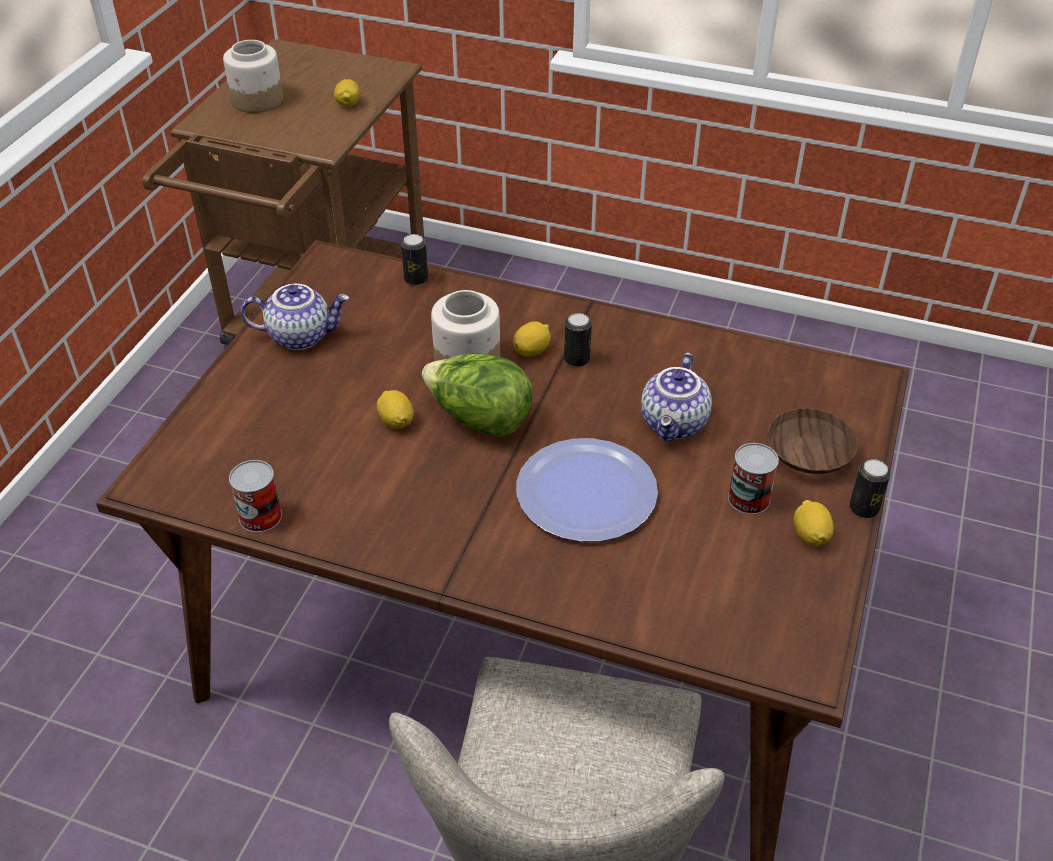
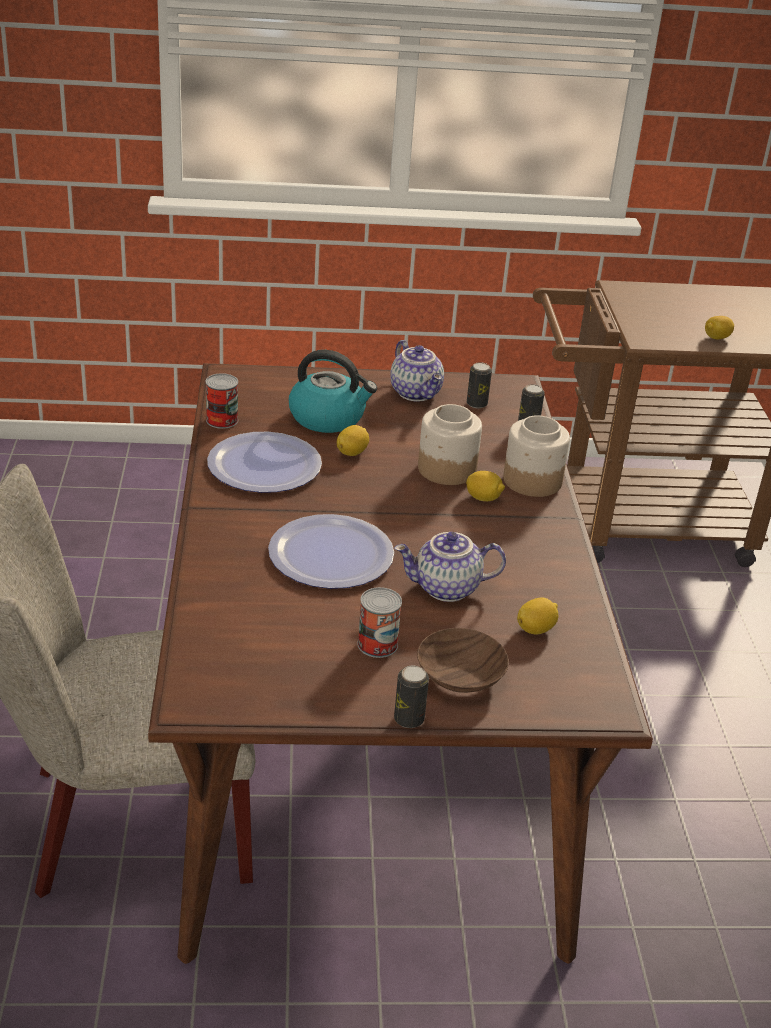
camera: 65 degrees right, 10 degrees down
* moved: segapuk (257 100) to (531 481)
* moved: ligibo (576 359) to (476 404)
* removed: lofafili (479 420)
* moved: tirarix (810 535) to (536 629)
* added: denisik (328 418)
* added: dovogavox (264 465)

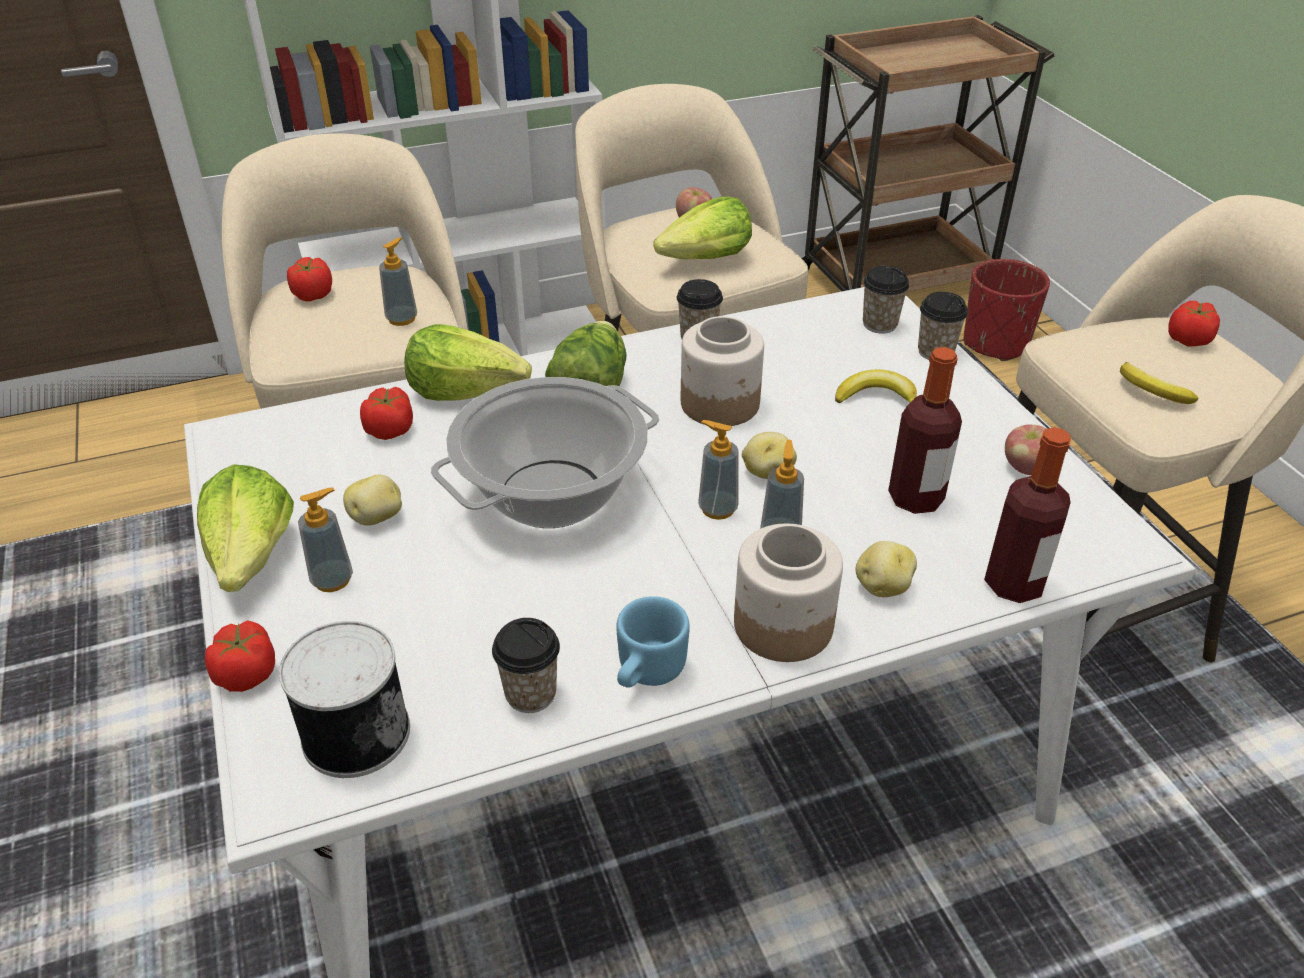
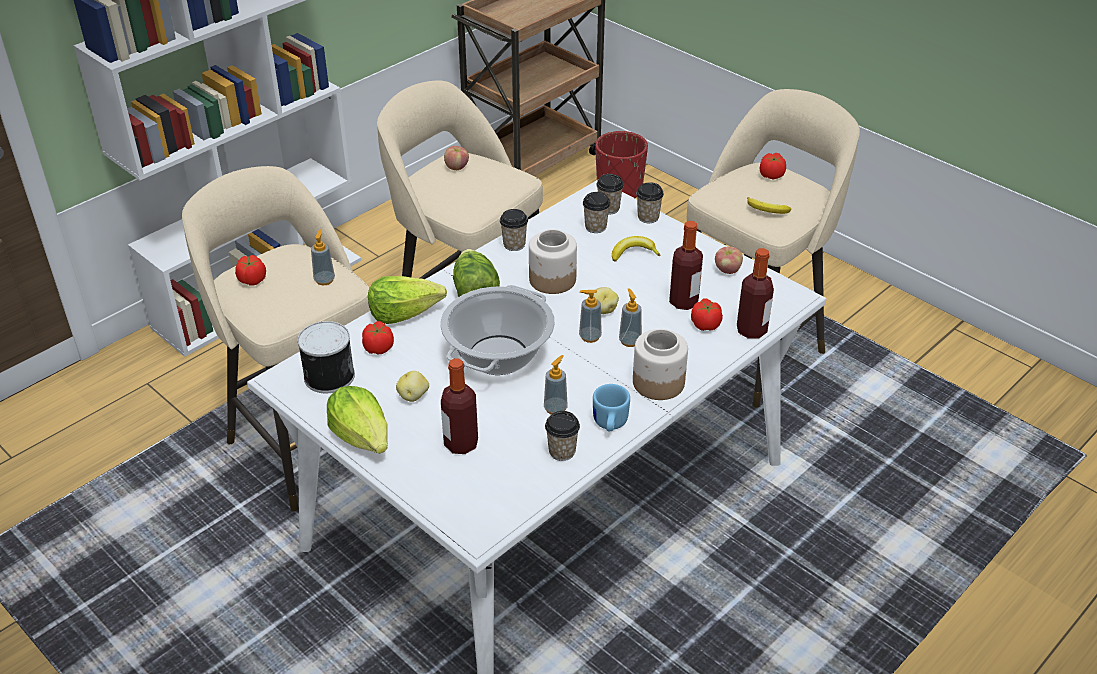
camera: 25 degrees left, 0 degrees up
* removed: lofafili (707 259)
* moved: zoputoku (332 580) to (555 408)
* removed: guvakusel (882 586)
* moved: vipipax (247 673) to (705 324)
* moved: ligibo (354 732) to (328 376)
* added: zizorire (595 227)
* added: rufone (461 444)

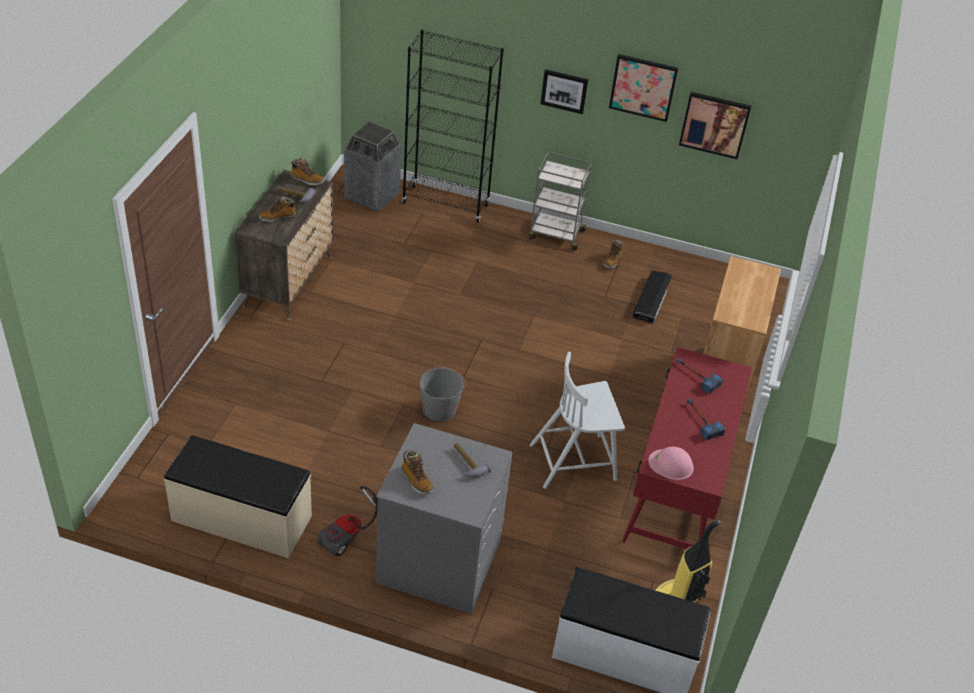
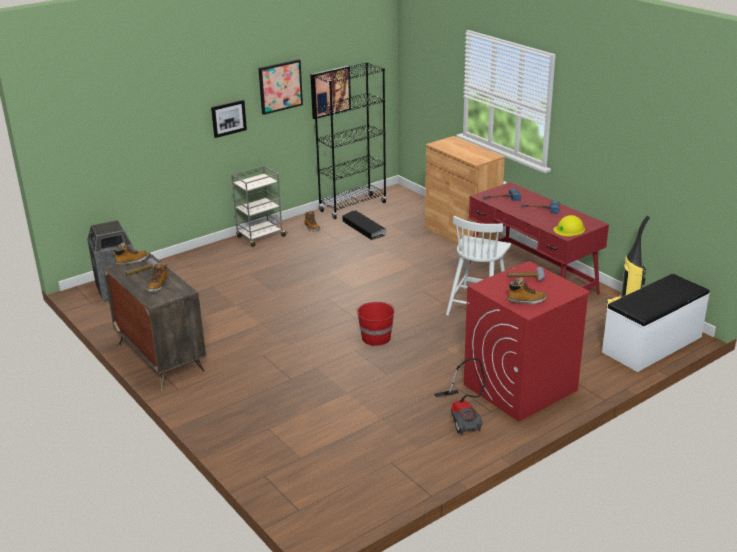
camera: 50 degrees left, 15 degrees down
* moved: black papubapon (446 204) to (353 207)
* recoloured: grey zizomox (440 408) to red zizomox (375 337)
* recoloured: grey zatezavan (438 561) to red zatezavan (520 387)
* removed: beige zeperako (241 519)
* recoloured: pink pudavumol (671 464) to yellow pudavumol (569 229)

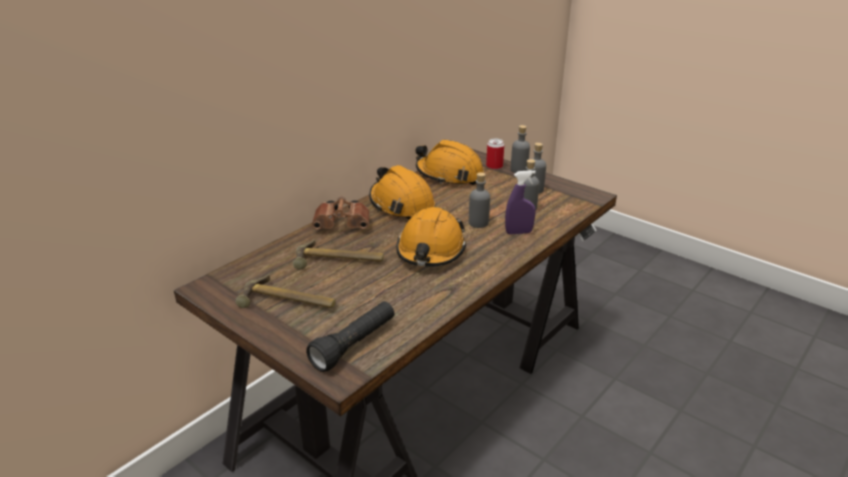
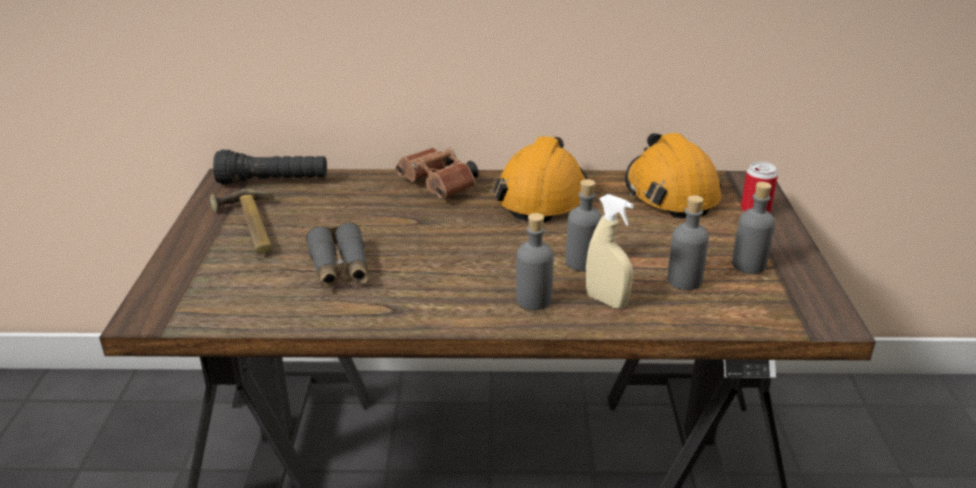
camera: 50 degrees right, 0 degrees up
* moved: grey rufone (519 170) to (533 300)
* recoloured: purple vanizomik (518 232) to beige vanizomik (606 301)
* removed: orange pudavumol (431 251)
* removed: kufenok (338 261)
* moved: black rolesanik (354 345) to (273 182)
* added: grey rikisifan (340 268)

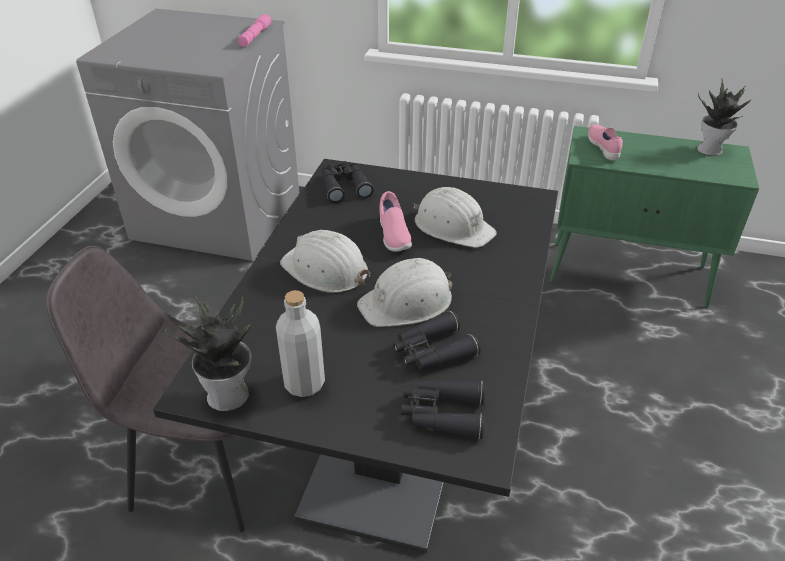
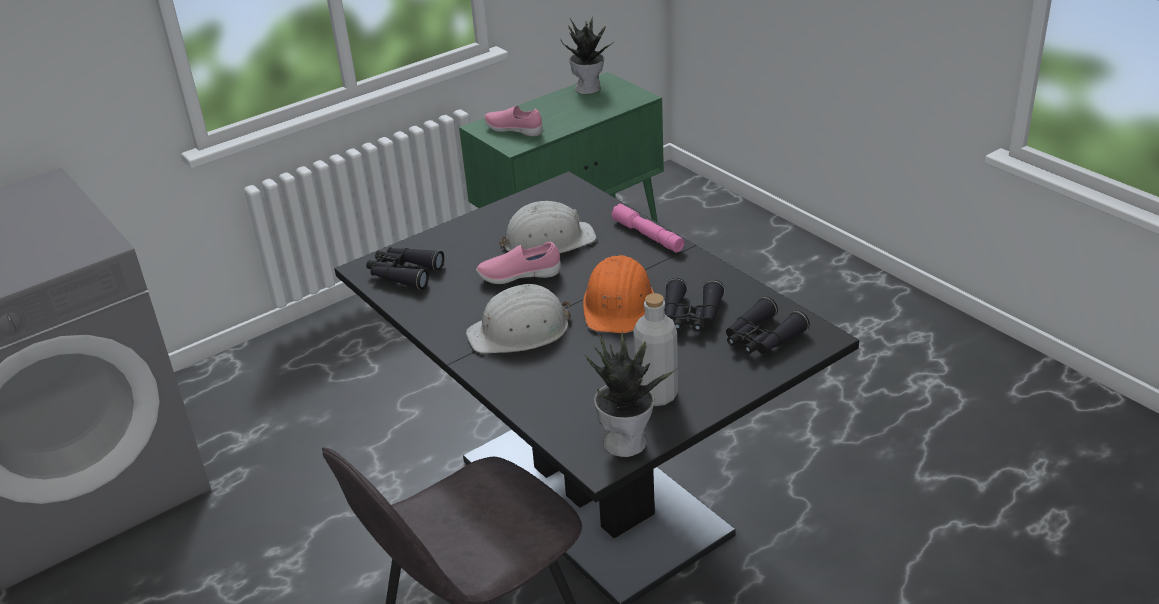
camera: 50 degrees left, 5 degrees down
* moved: pink rolesanik (255 36) to (648 236)
* turned: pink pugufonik (393 235) = (519 276) 150 degrees clockwise
* recoloured: white pudavumol (407 302) to orange pudavumol (618 304)

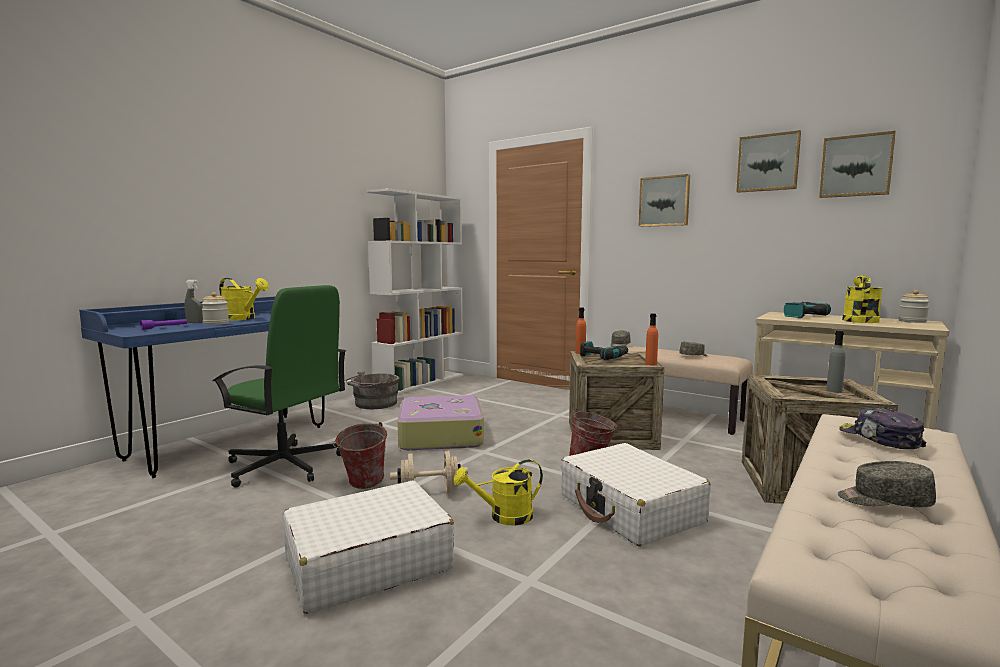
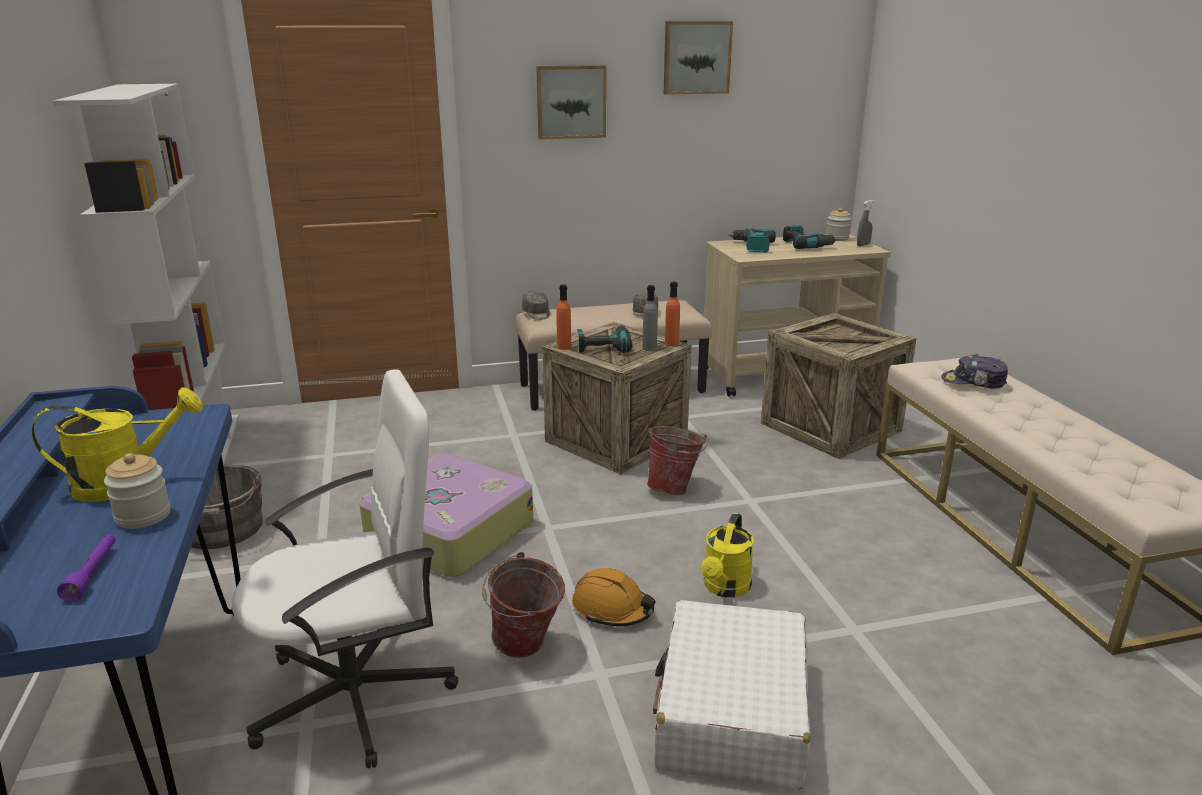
camera: 50 degrees left, 15 degrees up
* removed: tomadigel (856 166)
* replaced: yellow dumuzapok (859 320) to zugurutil (806 245)
* moved: grey vanizomik (194 323) to (863 245)
* recoloured: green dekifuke (285 466) to white dekifuke (357 695)
* moved: grey rufone (834 391) to (649 347)
* removed: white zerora (630 509)
* replaced: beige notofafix (429 493) to orange pudavumol (612 609)
* removed: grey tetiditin (884 501)

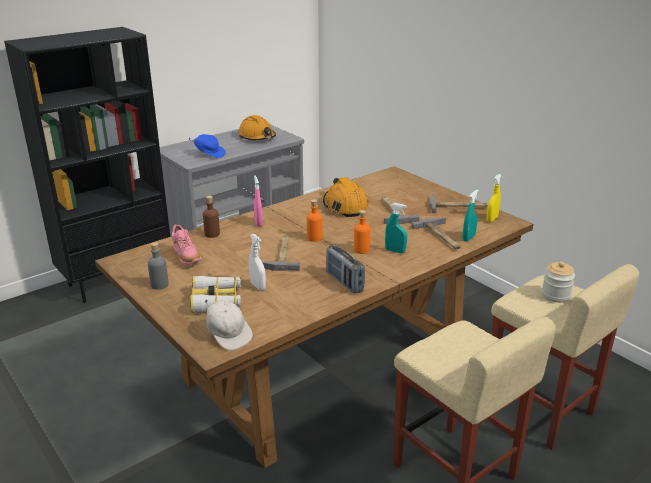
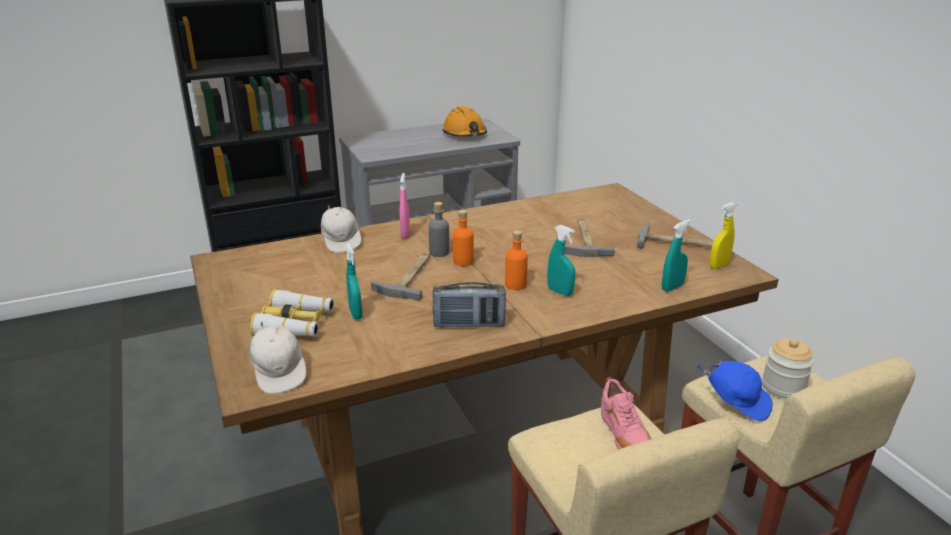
camera: 15 degrees right, 0 degrees up
* moved: blue tetiditin (209 154) to (736 402)
* removed: orange pudavumol (345 206)
* replaced: brown rufone (212 234) to white tetiditin (341 241)
* removed: kufenok (442 236)
* moved: pink pugufonik (186 258) to (623 437)
* recoloured: white vanizomik (258 286) to turquoise vanizomik (355 313)
* moved: grey rufone (159 285) to (439 252)
* turned: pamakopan (344 282) = (469 324) 75 degrees counterclockwise

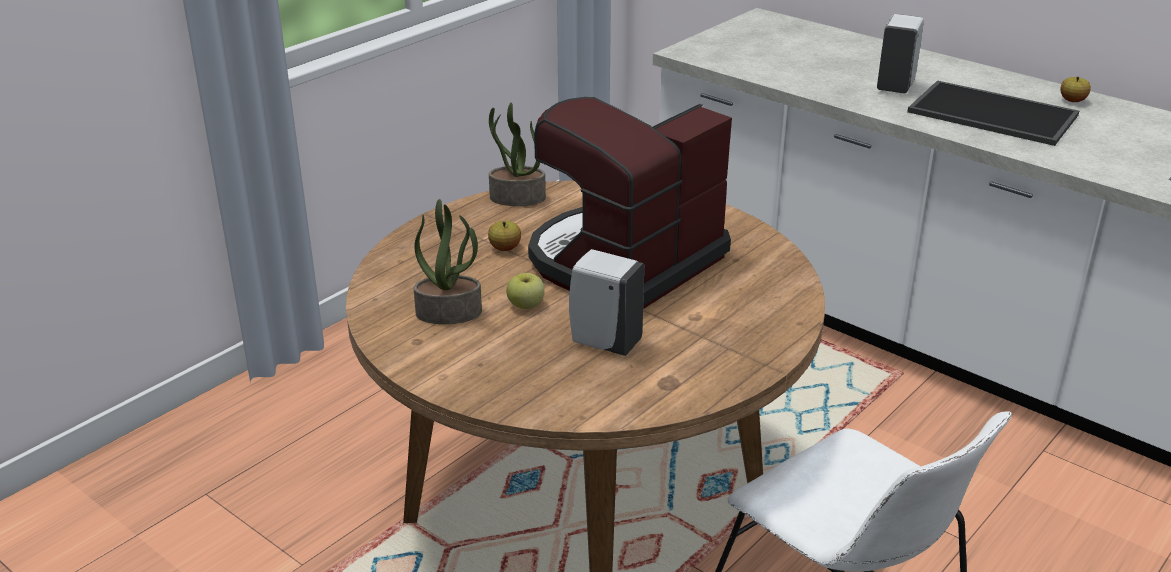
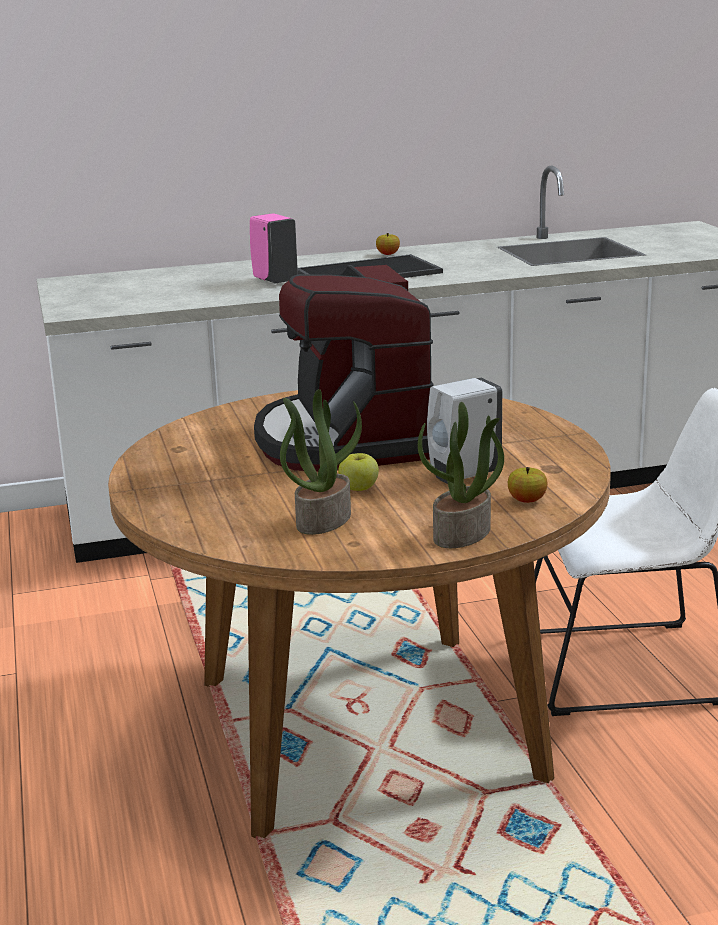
camera: 55 degrees left, 10 degrees down
* recoloured: white zoputoku (895 86) to pink zoputoku (274 281)
* moved: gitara (516 198) to (462 534)
* moved: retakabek (505 248) to (527 500)

